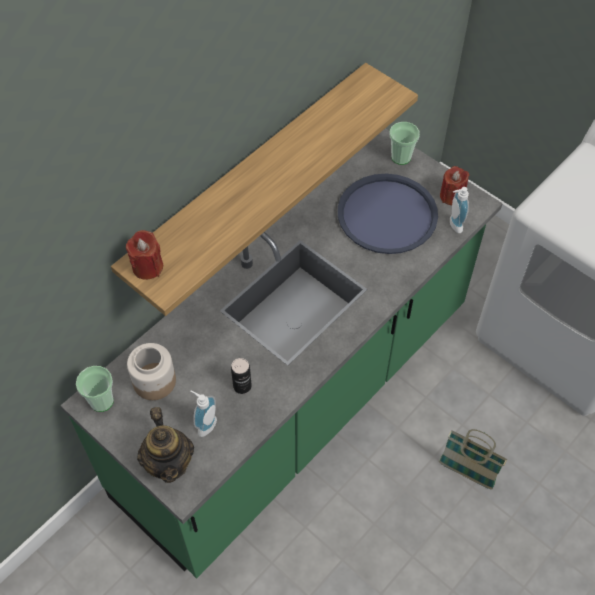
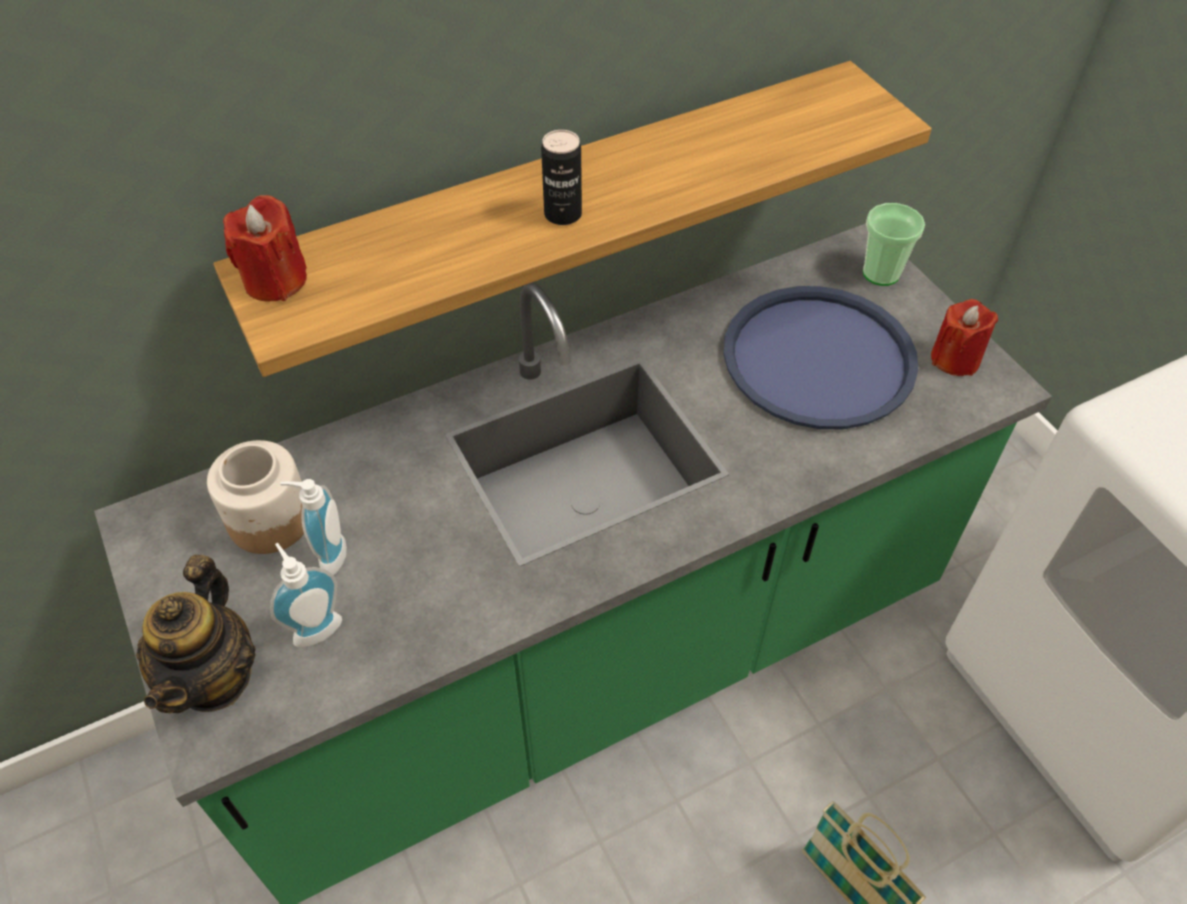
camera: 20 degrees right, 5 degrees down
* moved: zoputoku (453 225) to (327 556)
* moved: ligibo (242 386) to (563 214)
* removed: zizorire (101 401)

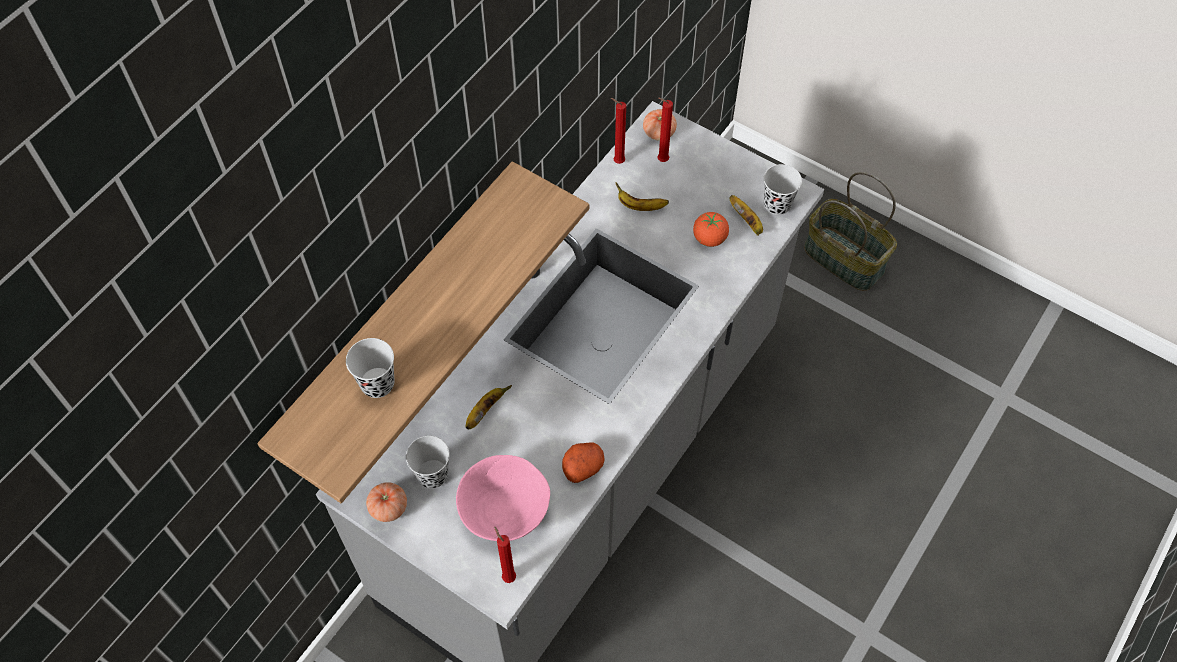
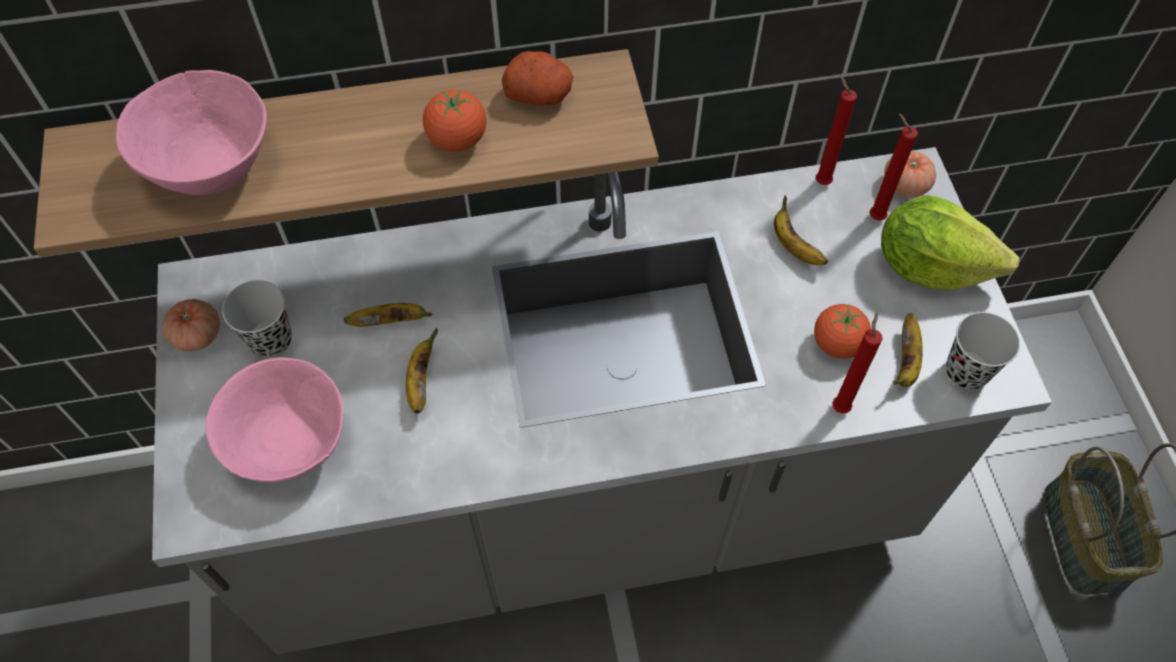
camera: 45 degrees right, 0 degrees up
* replaced: black zizorire (377 384) to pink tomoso (212 164)
* moved: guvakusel (583 466) to (539 94)
* moved: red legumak (507 576) to (840 405)
* added: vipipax (457 140)
* added: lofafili (930 266)
* added: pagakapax (420 381)

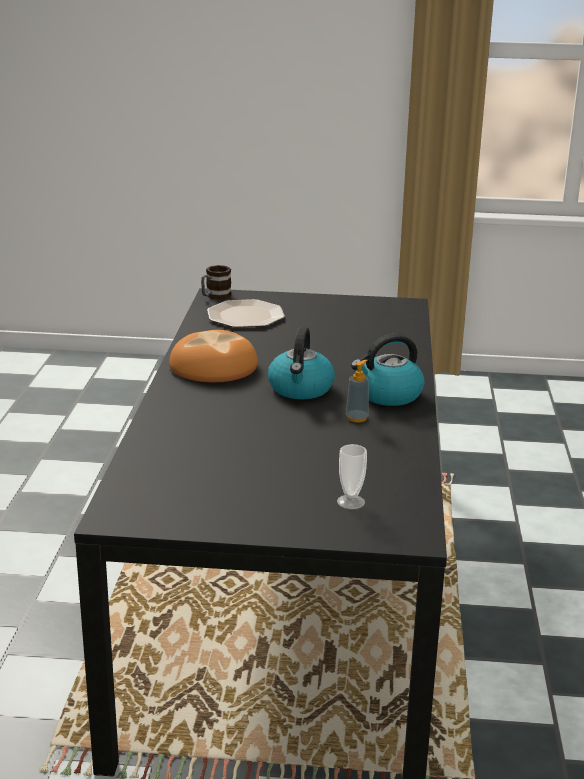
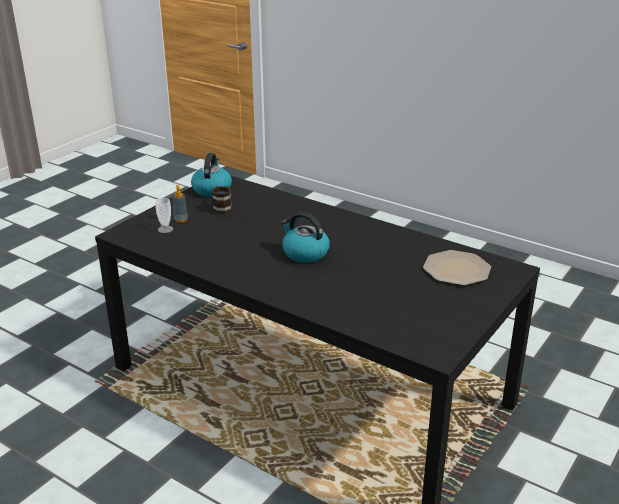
camera: 120 degrees right, 5 degrees up
* moved: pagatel (215 296) to (221 208)
* removed: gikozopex (212 366)
* moved: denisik (388 395) to (212 189)
* moved: zoputoku (357 418) to (180 220)

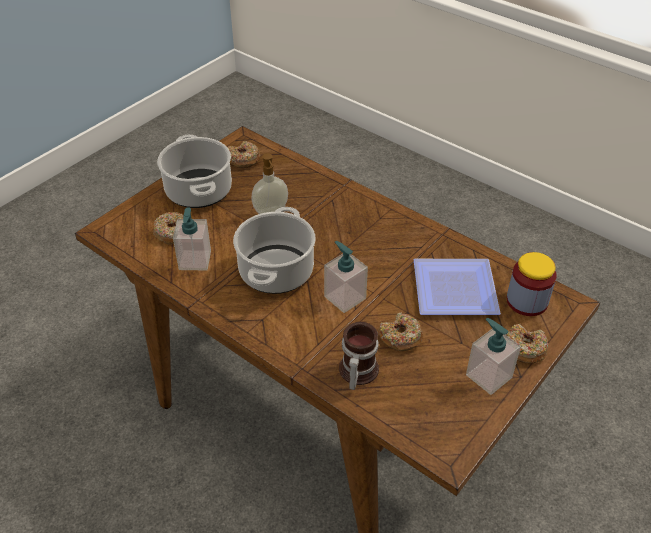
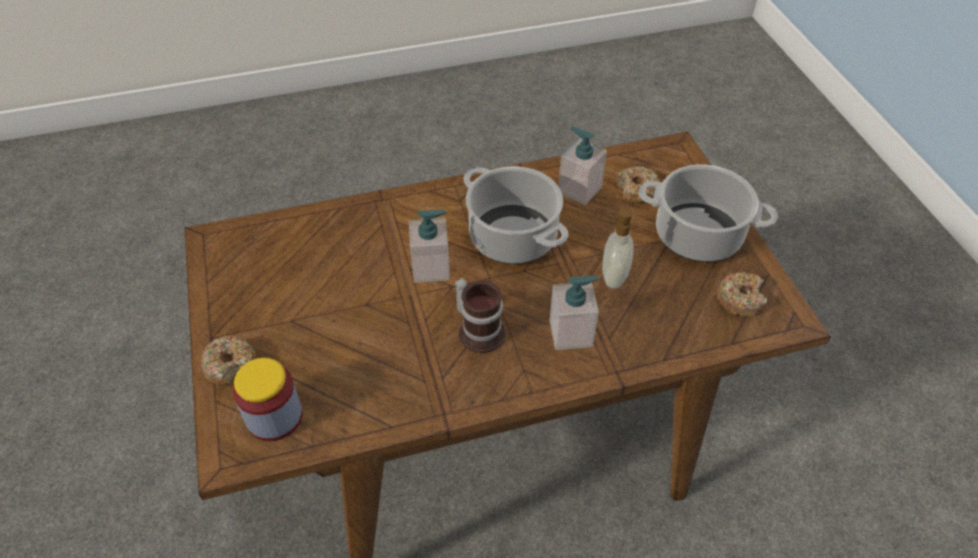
camera: 125 degrees right, 5 degrees up
* removed: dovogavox (451 288)
* removed: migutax (400 337)
* moved: zoputoku (488 376) to (571 333)
* moved: pagatel (356 372) to (480 330)

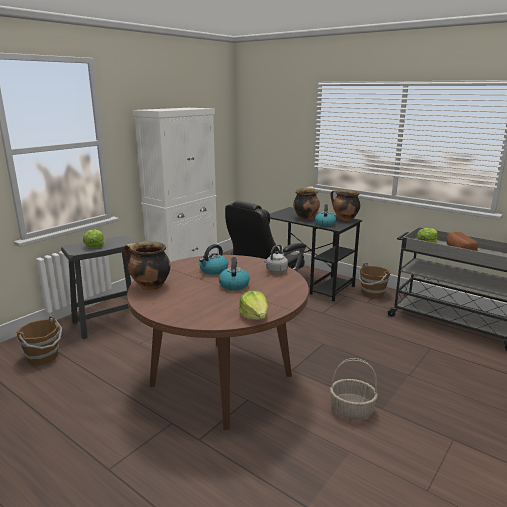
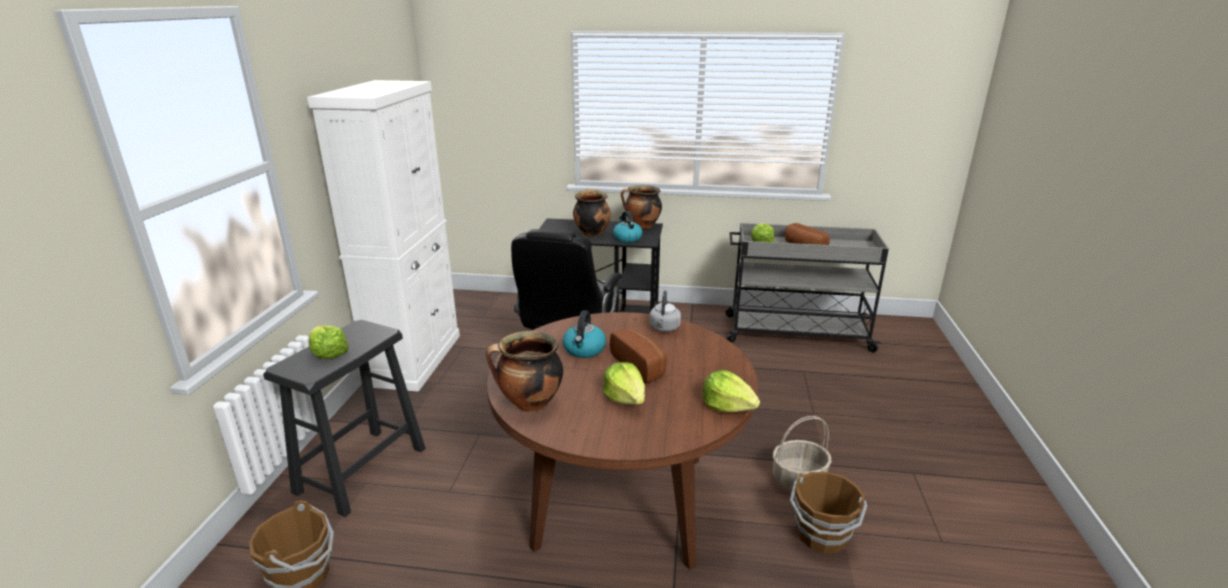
camera: 30 degrees left, 5 degrees up
* replaced: denisik (234 285) to gikozopex (641 365)
* moved: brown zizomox (372 293) to (822 536)
* added: lofafili (625 398)

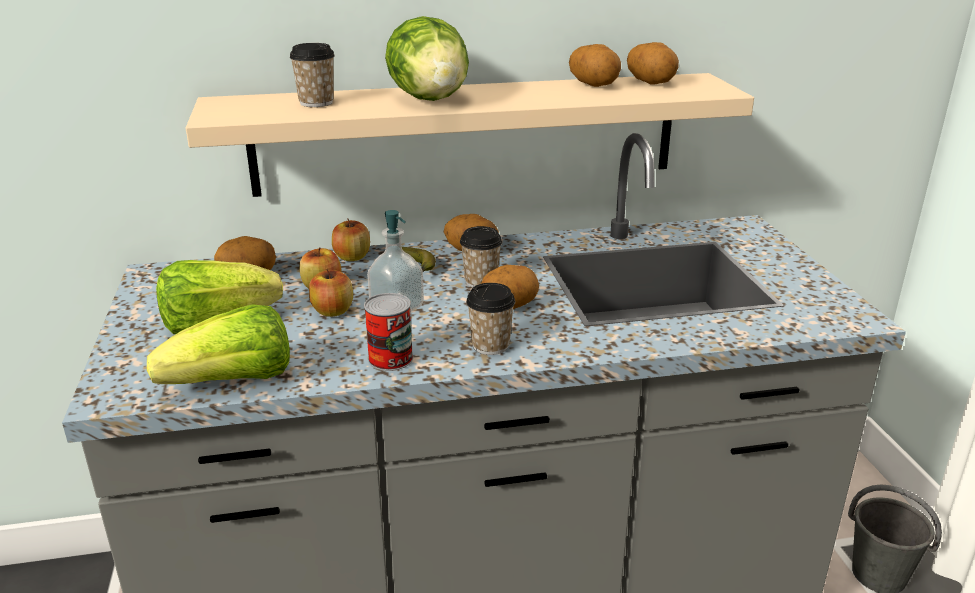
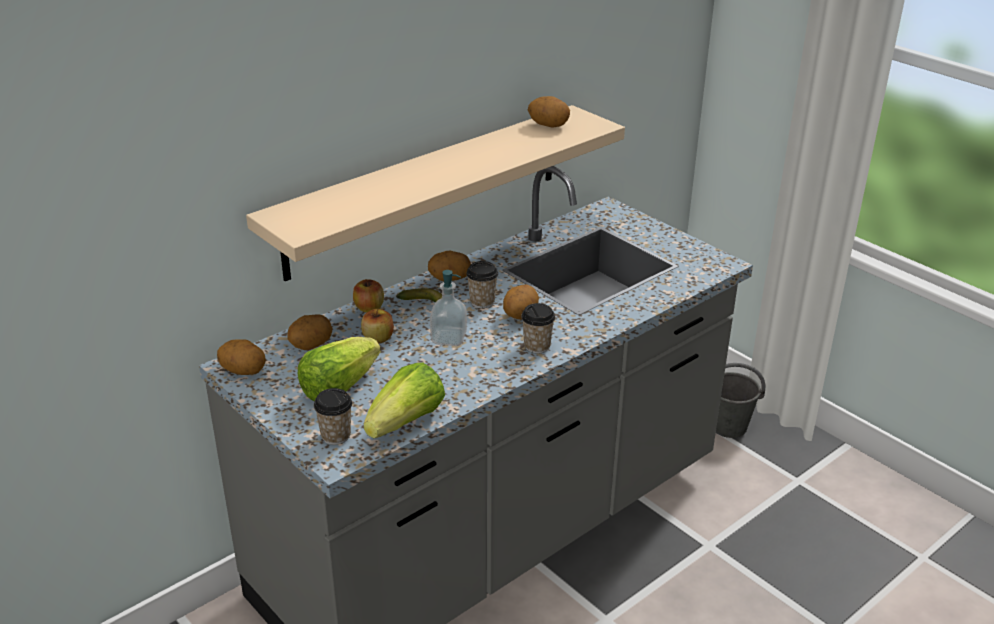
camera: 30 degrees left, 5 degrees up
* removed: lofafili (430 99)
* moved: zizorire (316 103) to (336 435)
* moved: guvakusel (594 85) to (244 371)
* removed: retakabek (333 311)
* removed: ligibo (390 358)

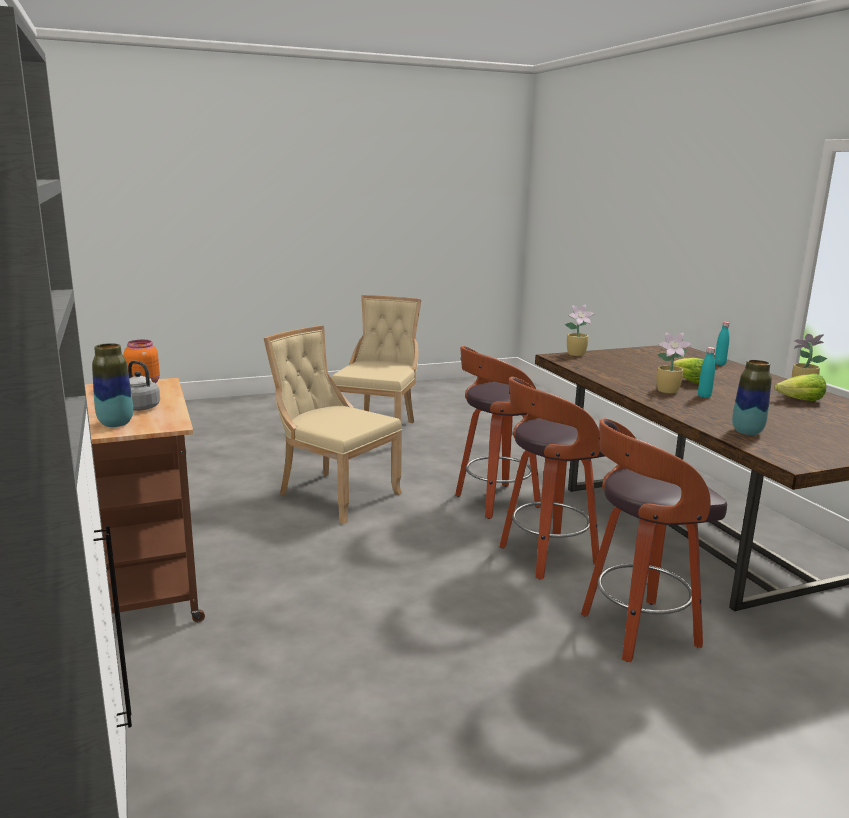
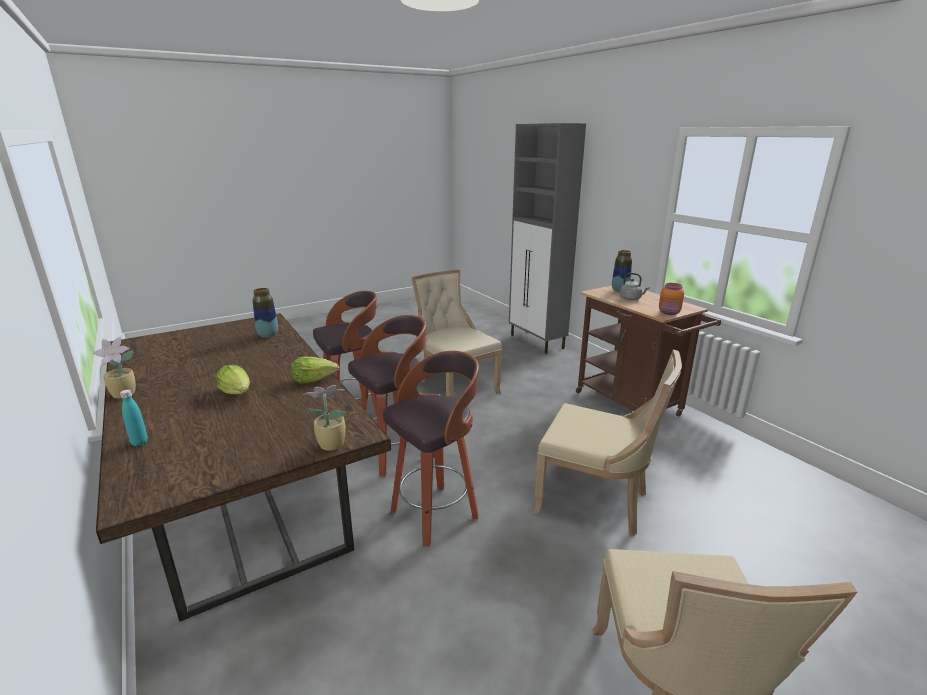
camera: 170 degrees right, 5 degrees up
* removed: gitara (668 391)
* removed: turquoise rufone (704 396)
* moved: lofafili (800 400) to (314 380)
* added: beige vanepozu (455 387)

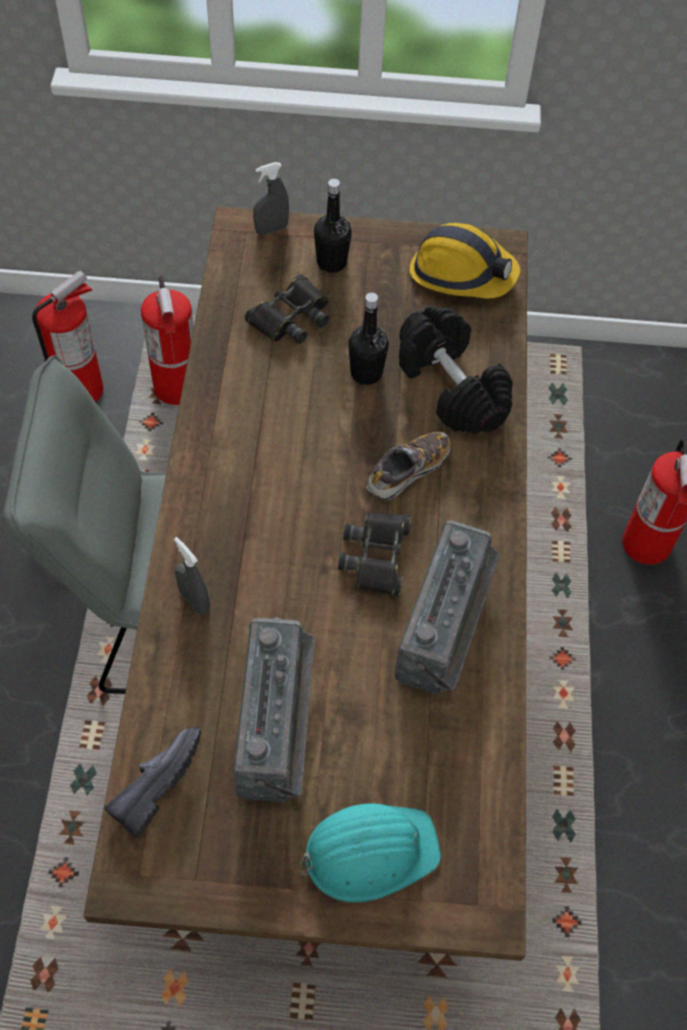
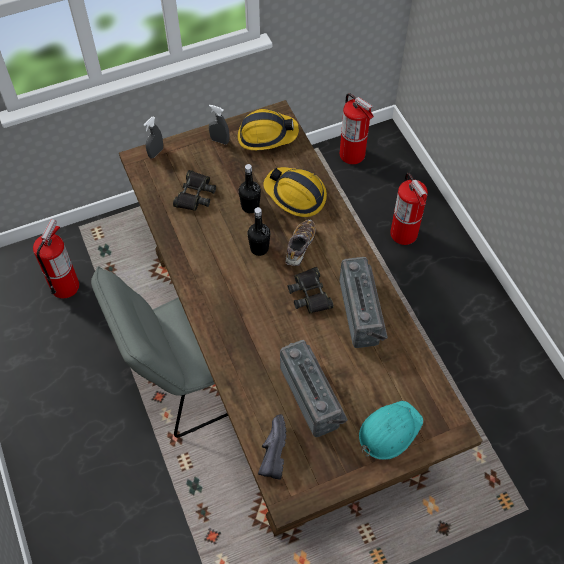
camera: 25 degrees left, 0 degrees up
* moved: black rufone (331 262) to (259 248)
* moved: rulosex (177 388) to (352 154)
* replaced: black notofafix (450 387) to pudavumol (295 195)
* moved: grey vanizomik (194 601) to (219 140)

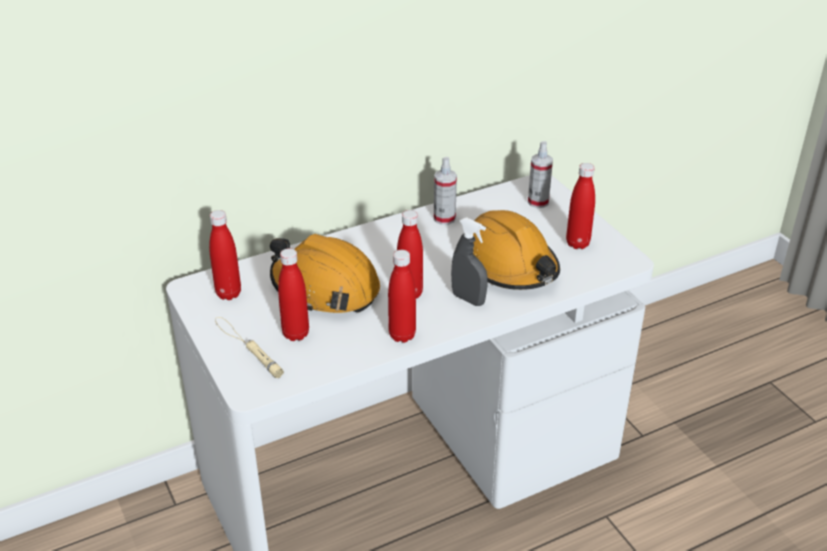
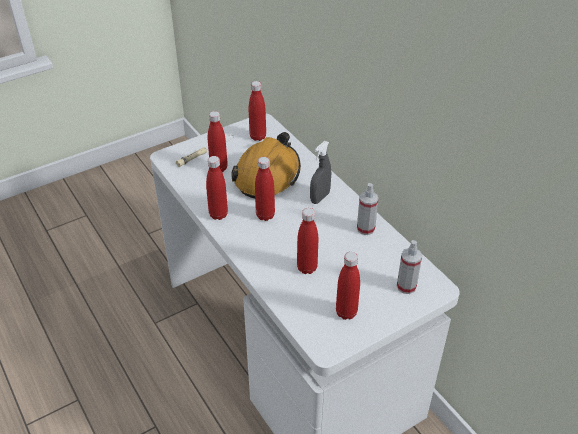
camera: 85 degrees right, 5 degrees up
* replaced: orange pudavumol (509 265) to red rufone (307 268)
* moved: grey vanizomik (468 299) to (320 198)

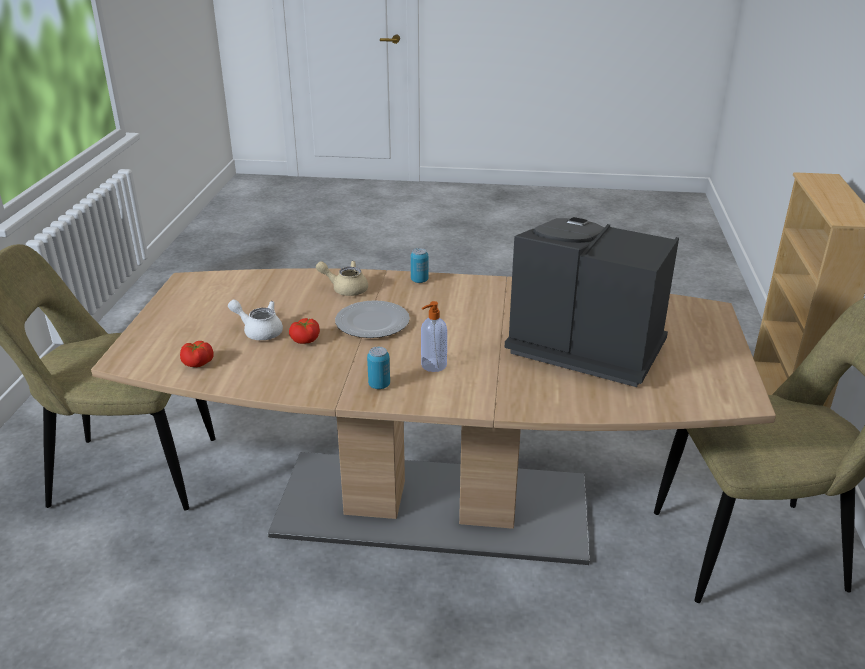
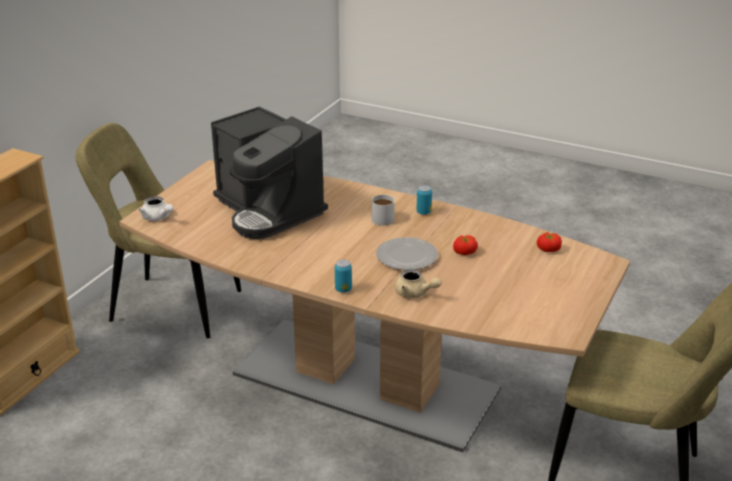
camera: 160 degrees left, 0 degrees up
* moved: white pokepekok (259 331) to (158 218)
* replaced: zoputoku (433 365) to white pagatel (381 217)

